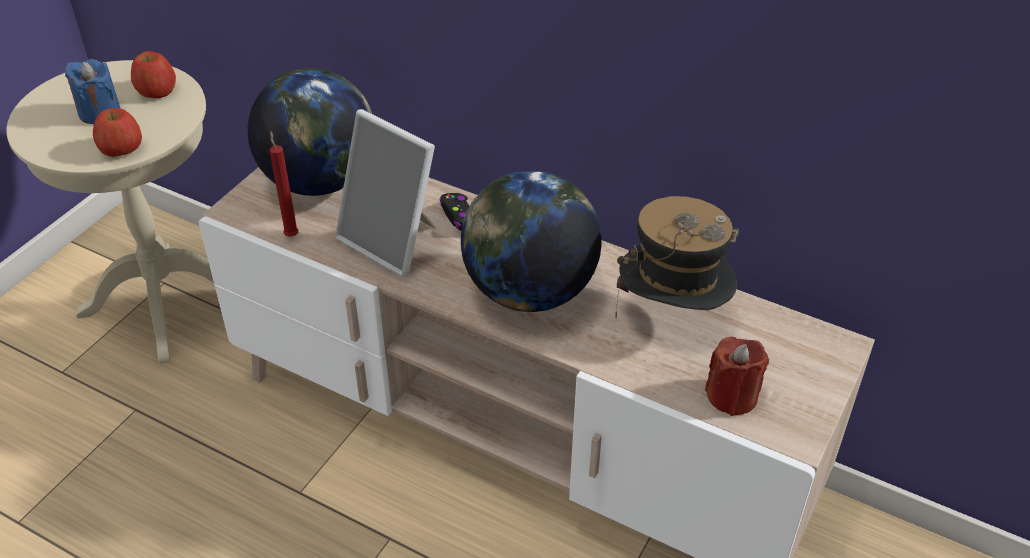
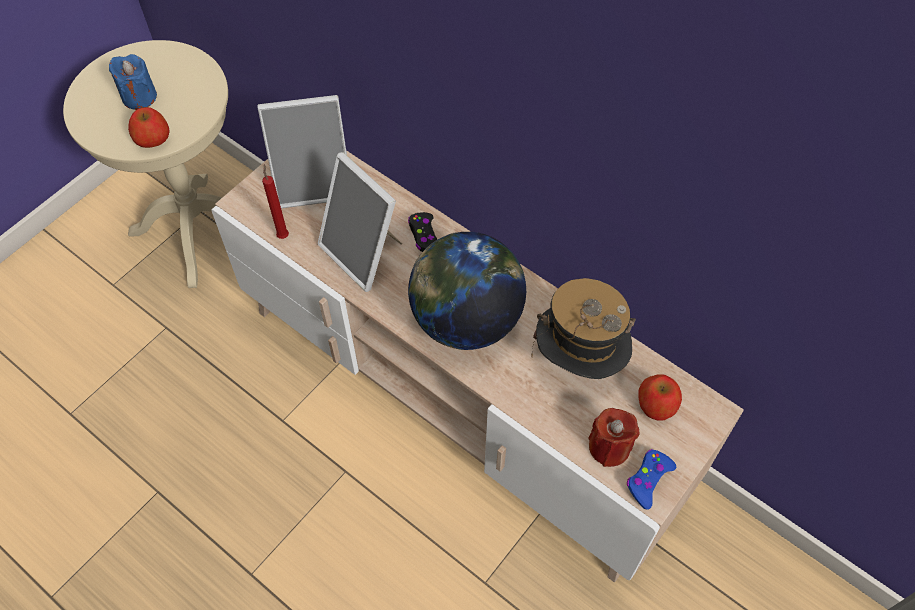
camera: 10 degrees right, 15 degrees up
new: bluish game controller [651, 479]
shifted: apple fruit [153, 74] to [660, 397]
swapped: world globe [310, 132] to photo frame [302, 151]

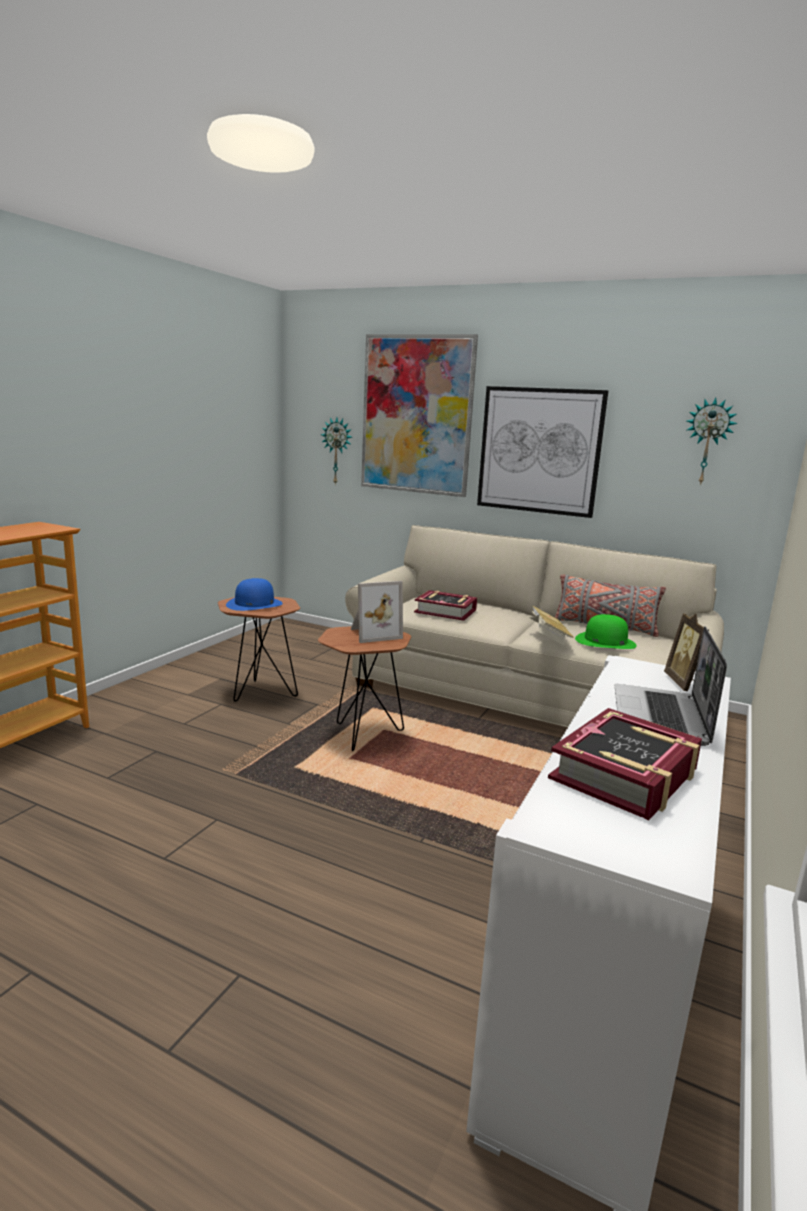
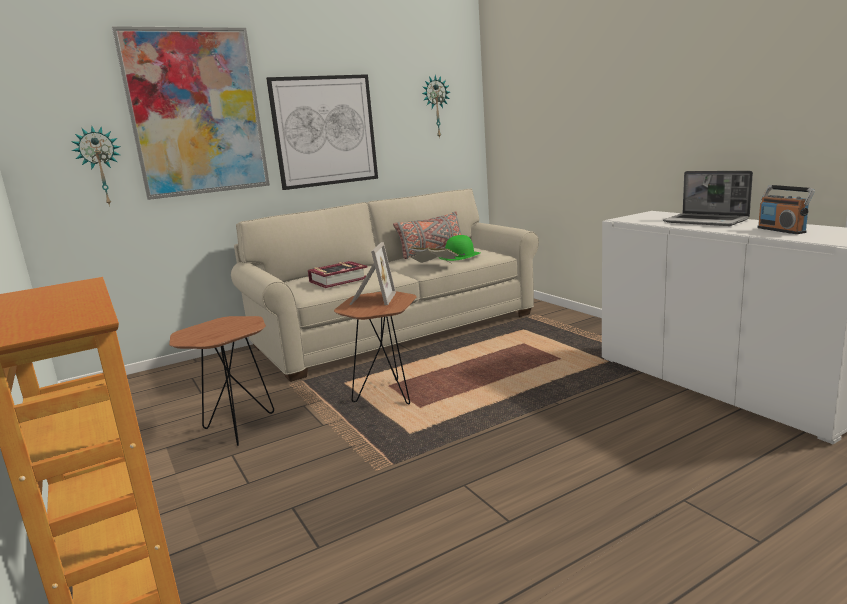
camera: 55 degrees left, 0 degrees up
gone: bluish clothing hat [254, 594]; photo frame [686, 652]
swapped: bound book [625, 764] to radio [786, 209]

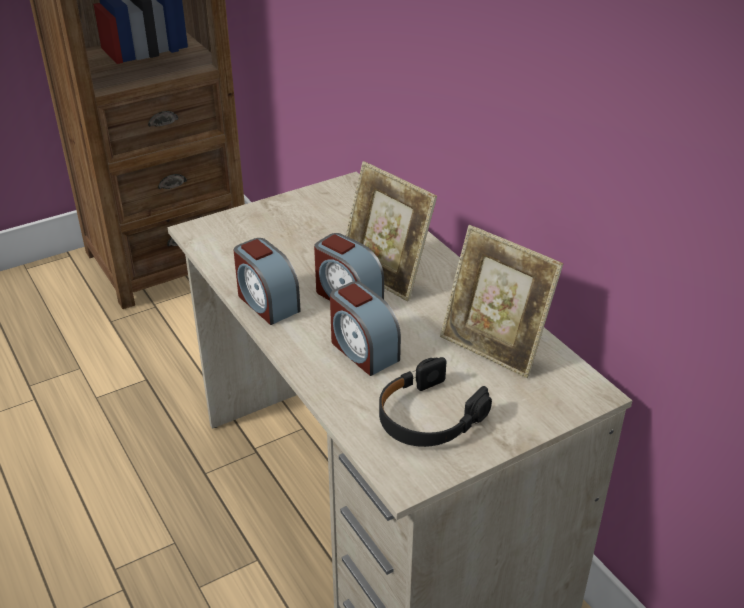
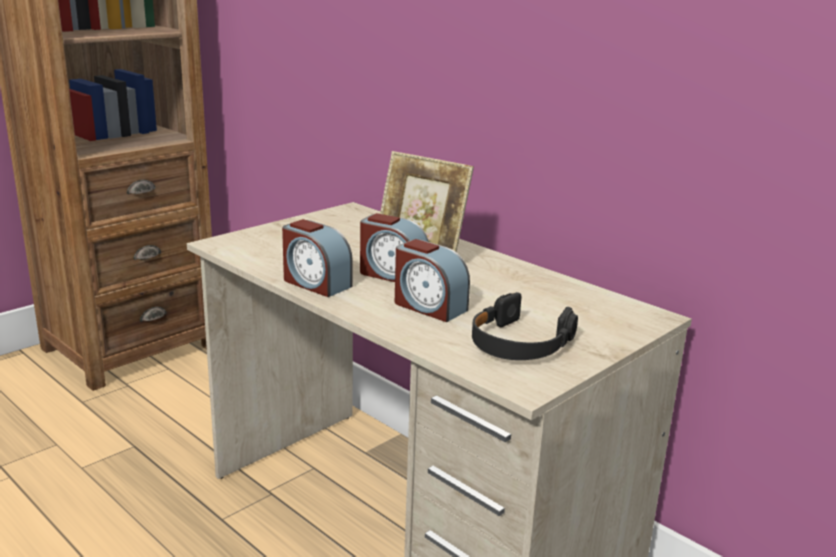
camera: 15 degrees left, 15 degrees down
gone: photo frame [501, 301]

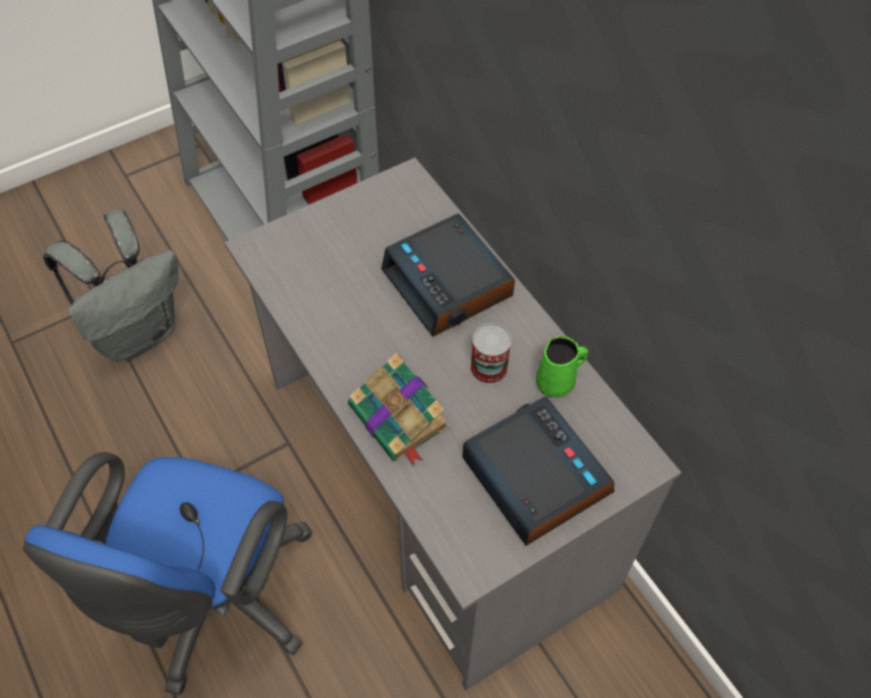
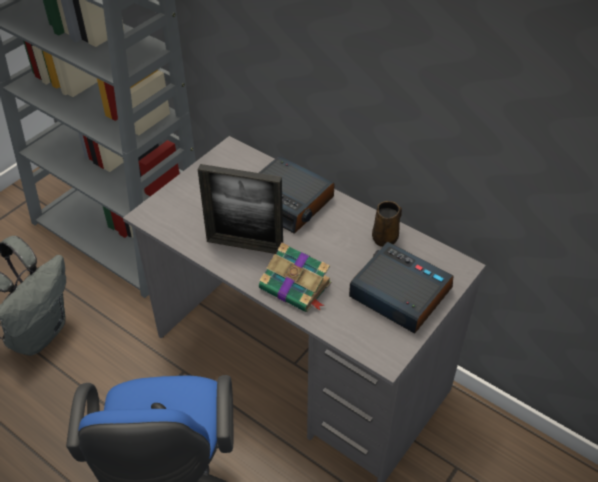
camera: 20 degrees left, 10 degrees down
gone: can [491, 353]
new: photo frame [240, 209]
repainted: green-coloured coffee mug [562, 366] to brownish coffee mug [387, 224]

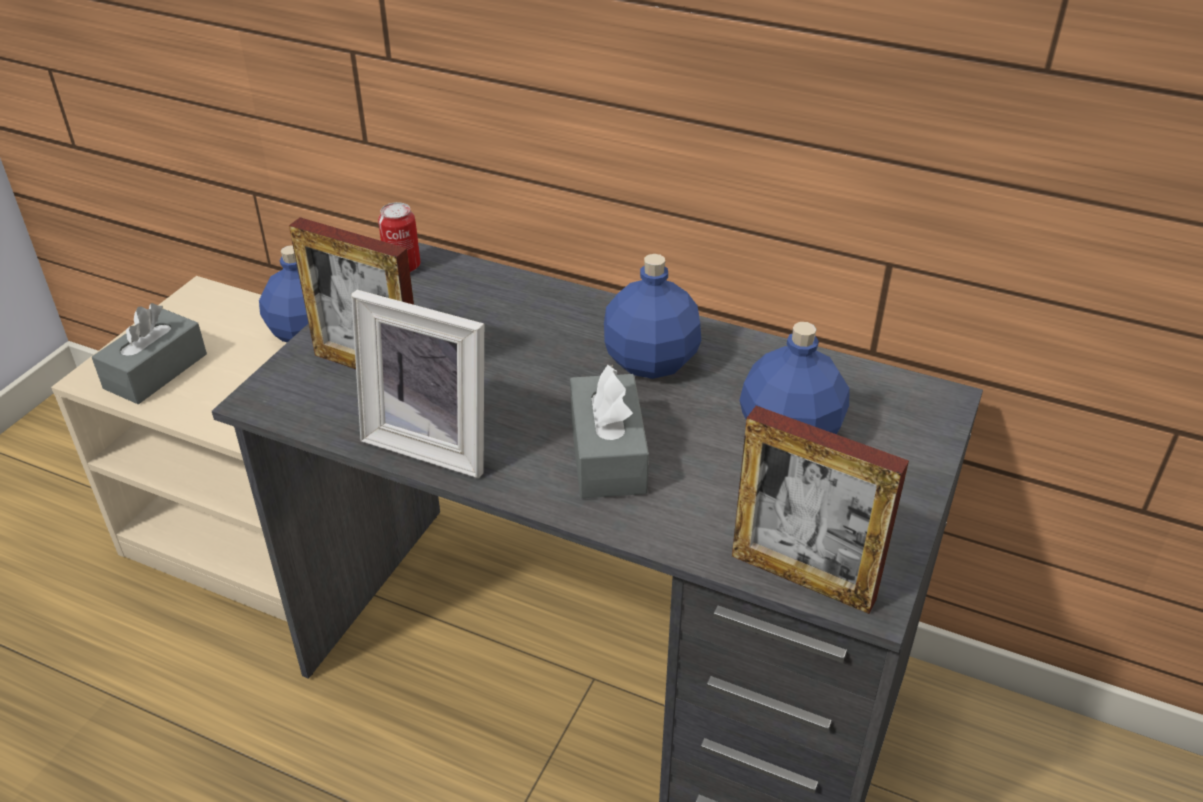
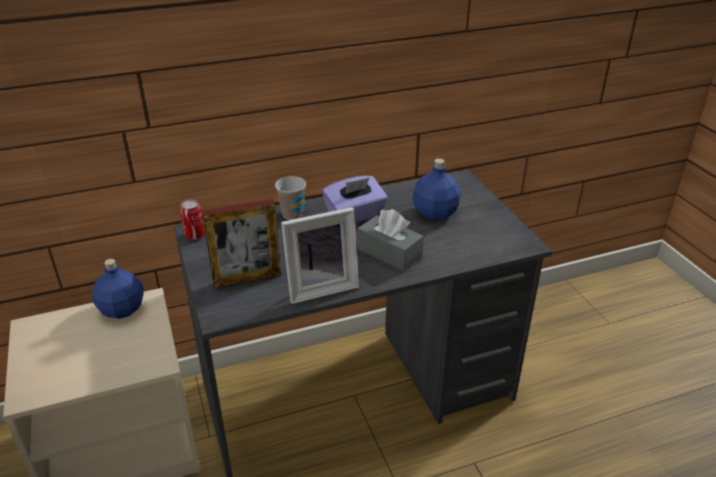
camera: 45 degrees left, 5 degrees down
gone: greyish tissue box [149, 353]; photo frame [820, 510]
new: drinking cup [290, 198]
swapped: bluish bottle [652, 316] to purple-coloured tissue box [355, 199]

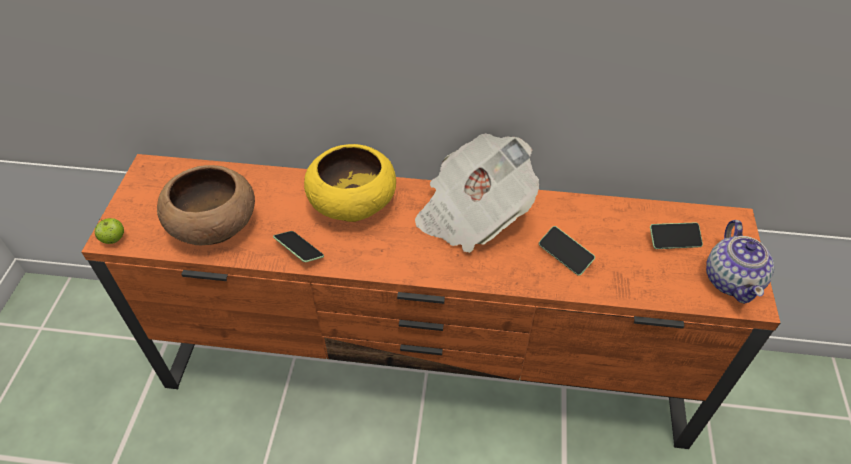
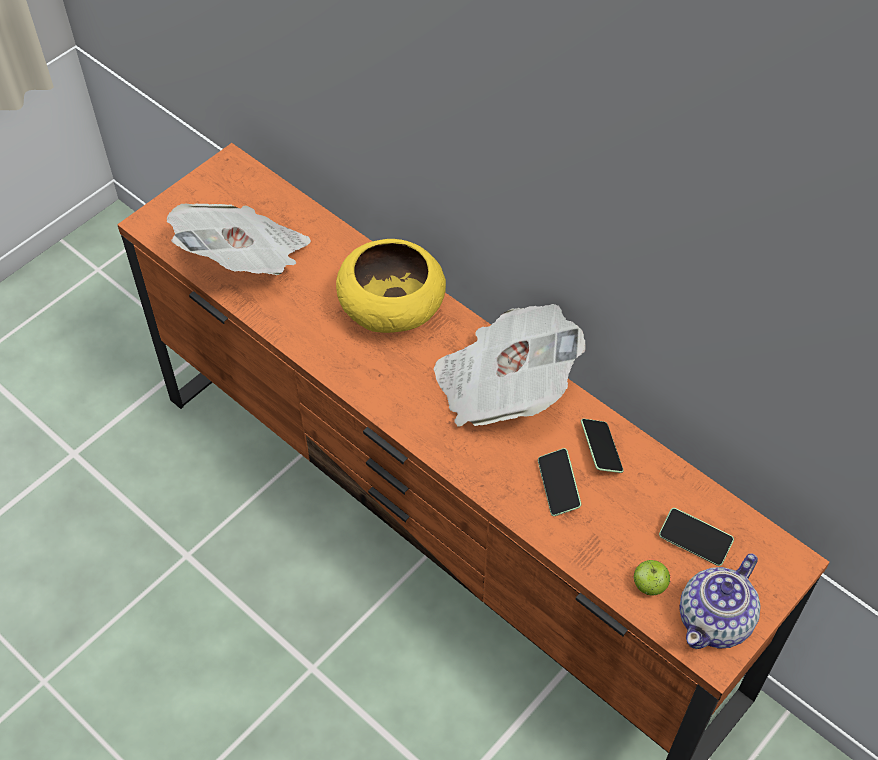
camera: 35 degrees right, 5 degrees up
shifted: apple fruit [109, 231] to [652, 577]; phone [298, 246] to [602, 446]
swapped: brownish bowl [206, 205] to printed paper [239, 239]

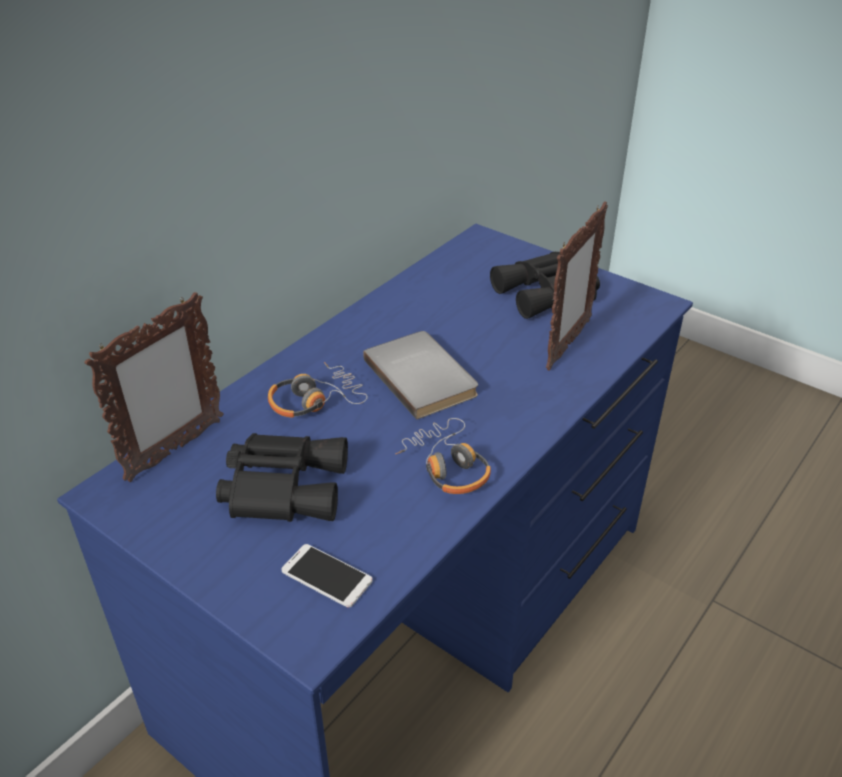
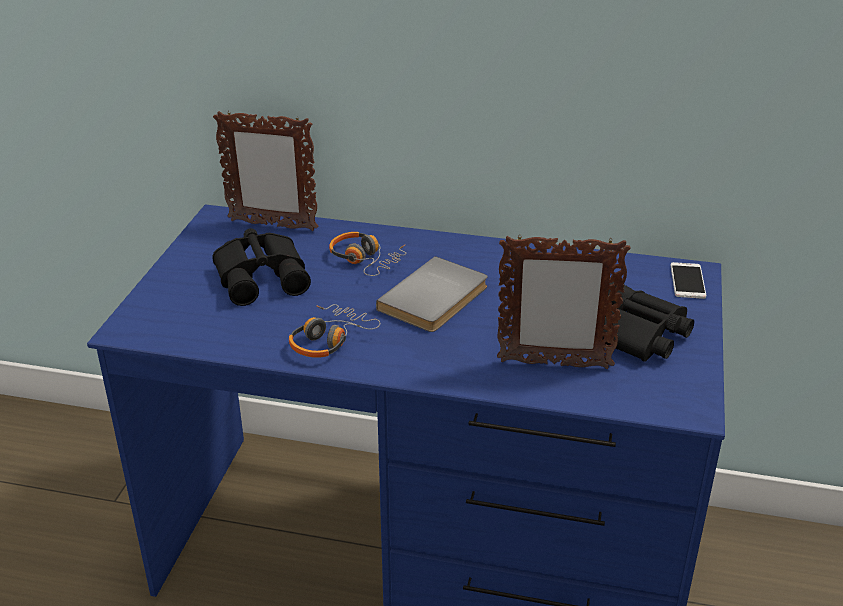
camera: 65 degrees right, 5 degrees down
shifted: phone [327, 575] to [688, 280]

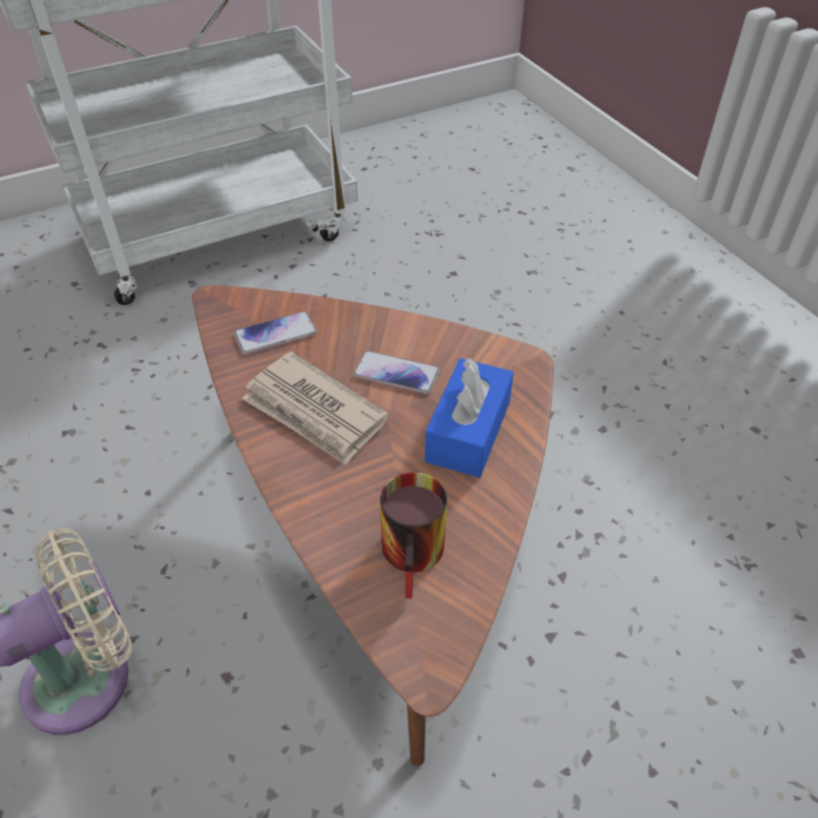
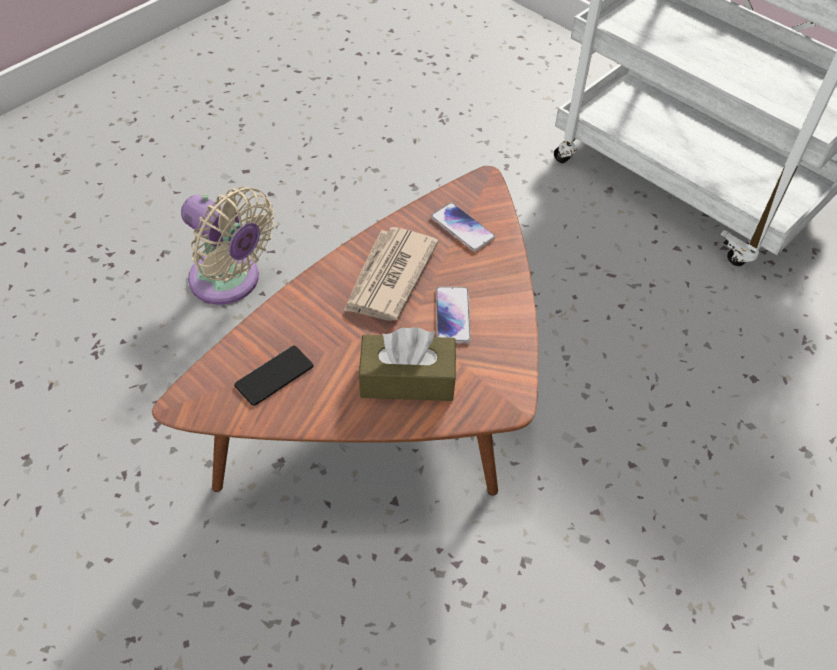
camera: 70 degrees right, 5 degrees up
swapped: coffee mug [413, 535] to phone [274, 376]
repainted: bluish tissue box [469, 418] to brownish tissue box [407, 364]

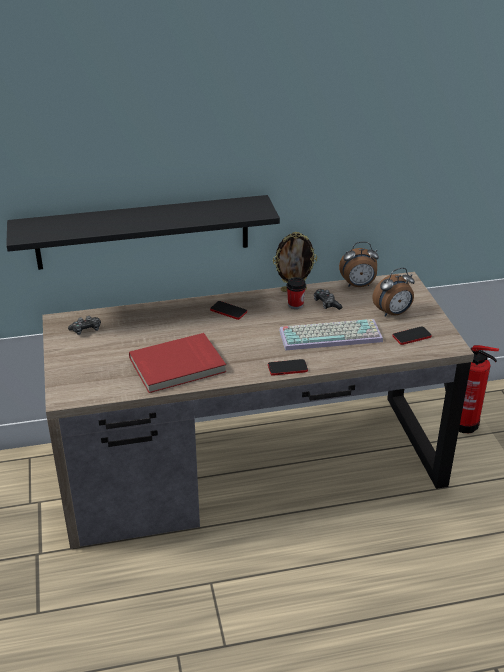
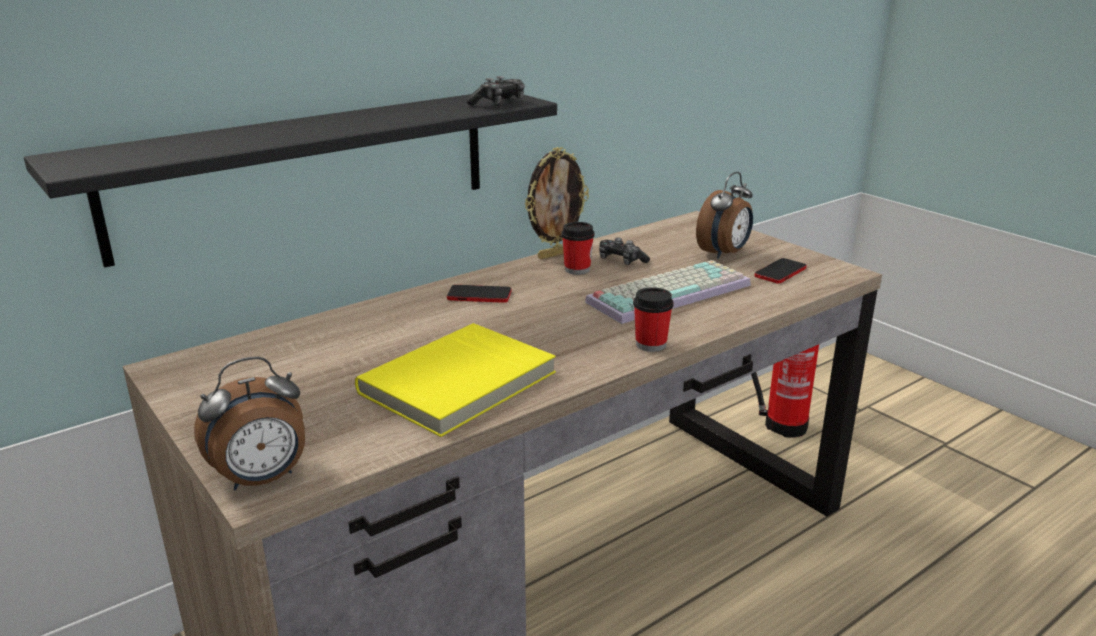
camera: 25 degrees left, 10 degrees down
shifted: game controller [84, 325] to [496, 91]; table clock [359, 264] to [249, 423]
swapped: phone [288, 367] to drinking cup [653, 319]
repainted: red-coloured bound book [177, 363] to yellow-coloured bound book [455, 380]

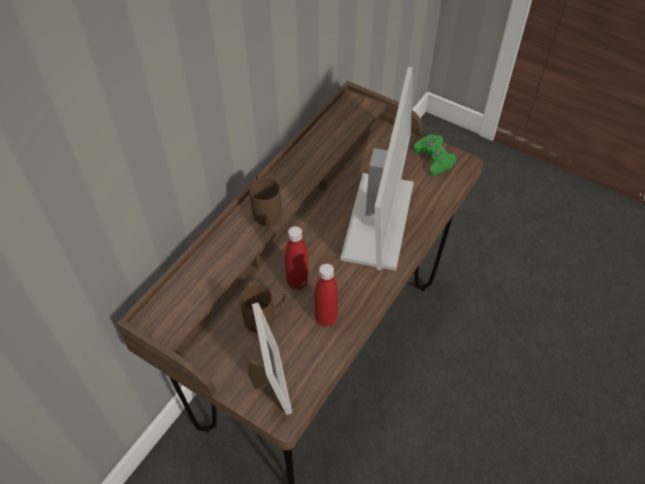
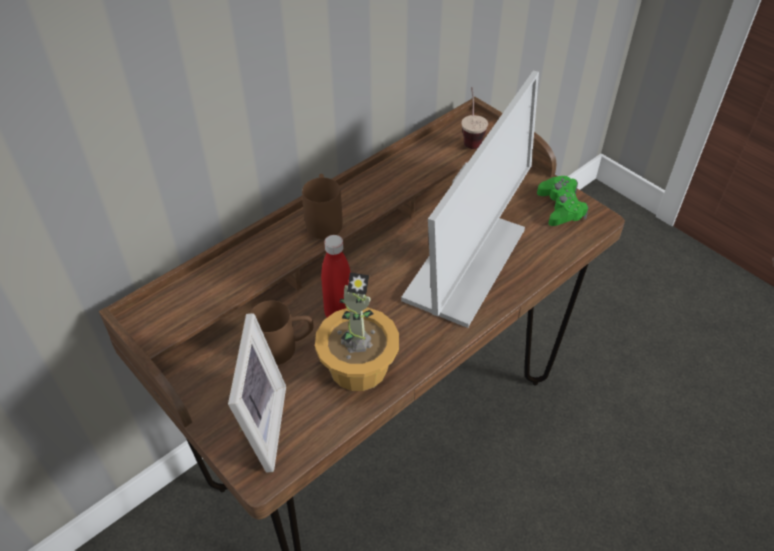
camera: 15 degrees right, 5 degrees down
new: drinking cup [474, 118]
swapped: red-coloured bottle [326, 294] to plant in a pot [357, 331]

